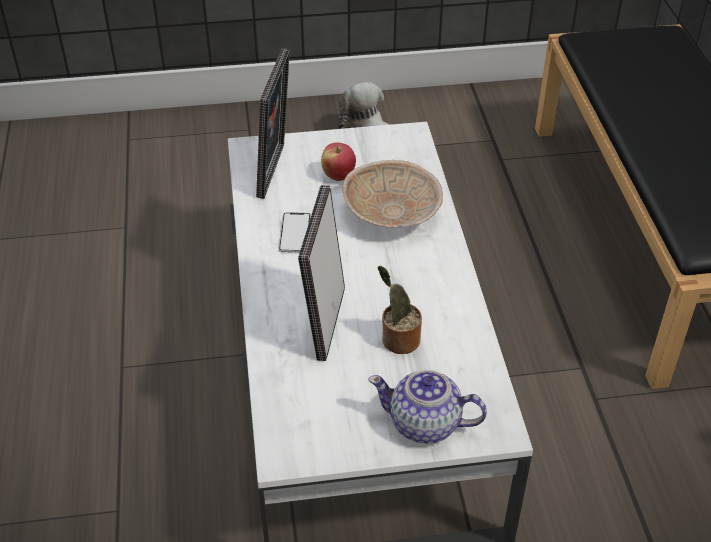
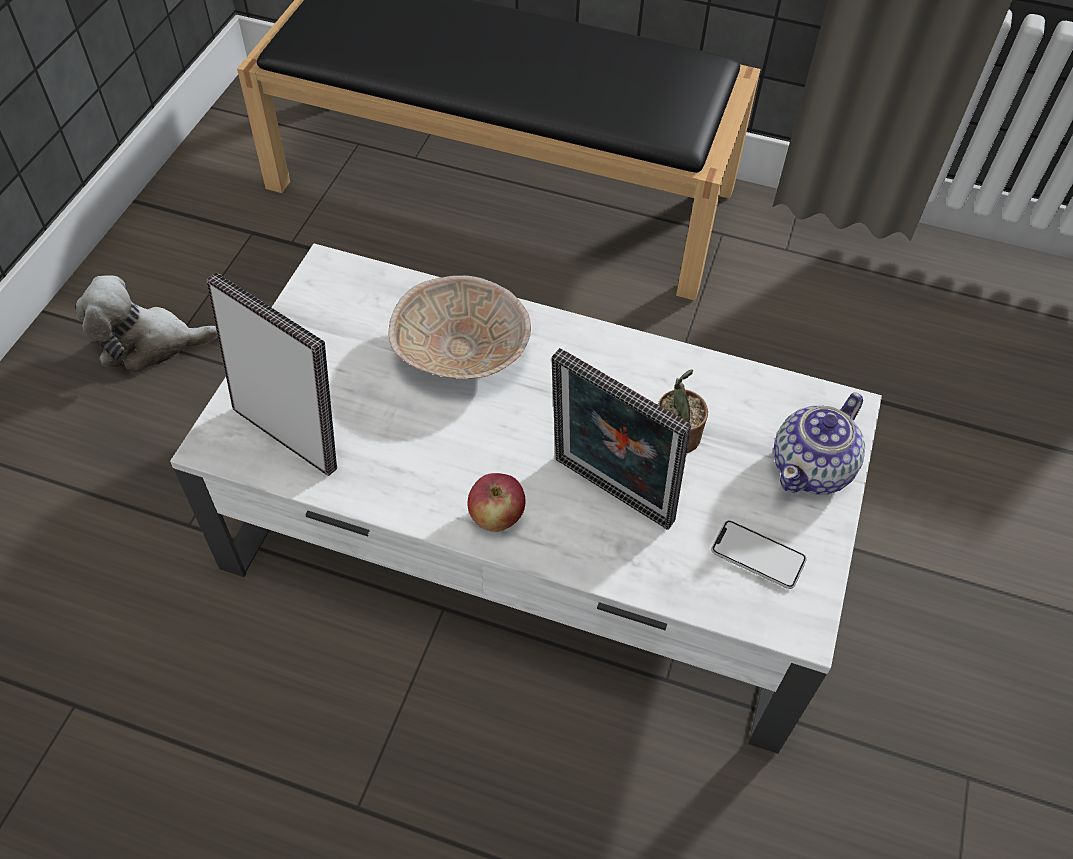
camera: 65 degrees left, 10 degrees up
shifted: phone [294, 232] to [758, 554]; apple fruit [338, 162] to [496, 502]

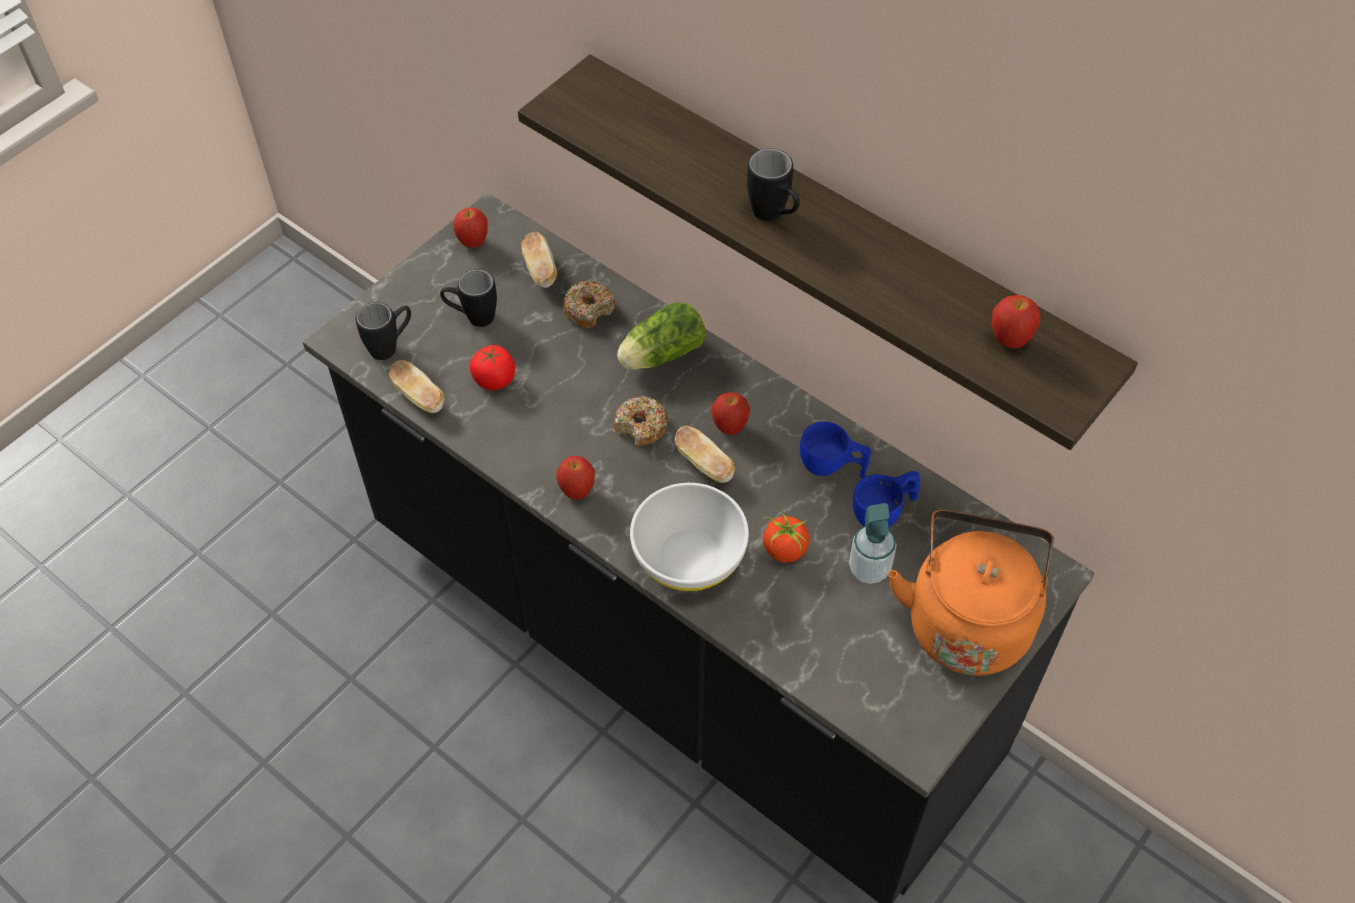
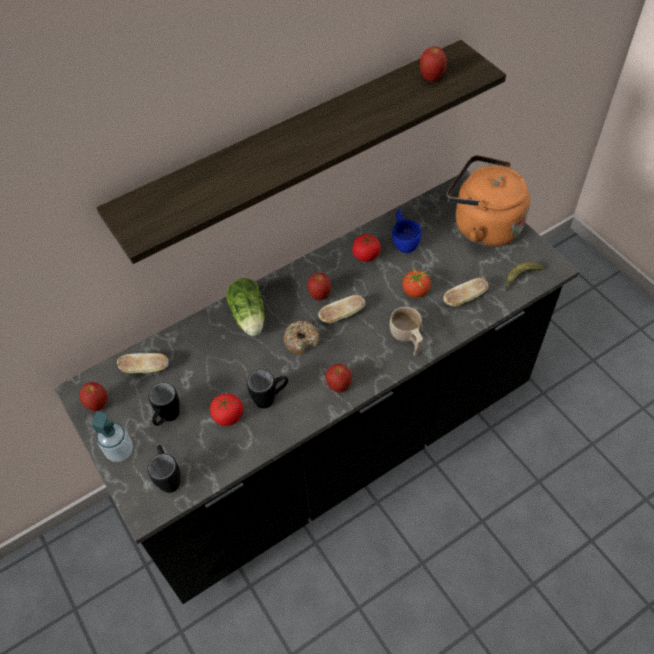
camera: 70 degrees left, 0 degrees up
gone: doughnut [589, 304]
new: whole banana [524, 276]
shifted: bakery bread [416, 386] to [465, 292]; blackish coffee mug [773, 184] to [267, 389]; liquid soap bottle [872, 543] to [112, 436]
swapped: white bowl [689, 537] to beige-coloured drinking cup [406, 331]; bluish drinking cup [835, 449] to tomato [366, 248]

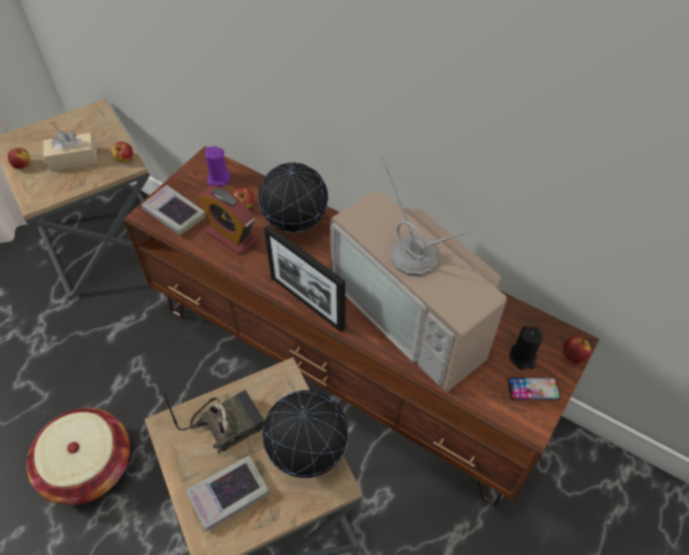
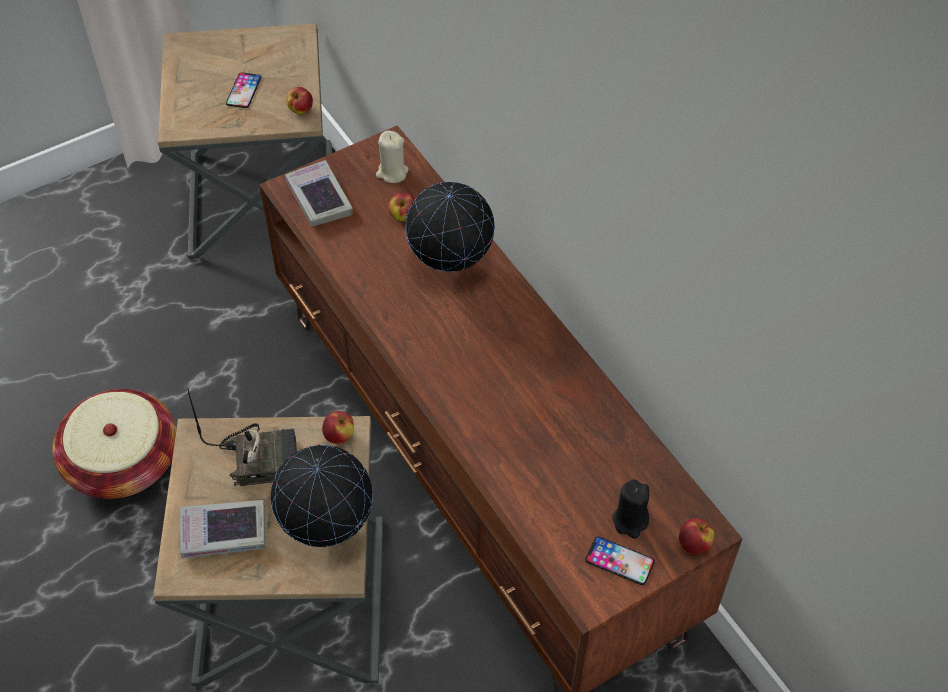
camera: 25 degrees right, 0 degrees up
gone: table clock [227, 220]; photo frame [304, 278]; TV [418, 272]
shifted: apple fruit [19, 158] to [338, 427]
swapped: beige-coloured tissue box [70, 150] to phone [243, 90]
repainted: purple-coloured wax candle [218, 166] to beige-coloured wax candle [392, 156]

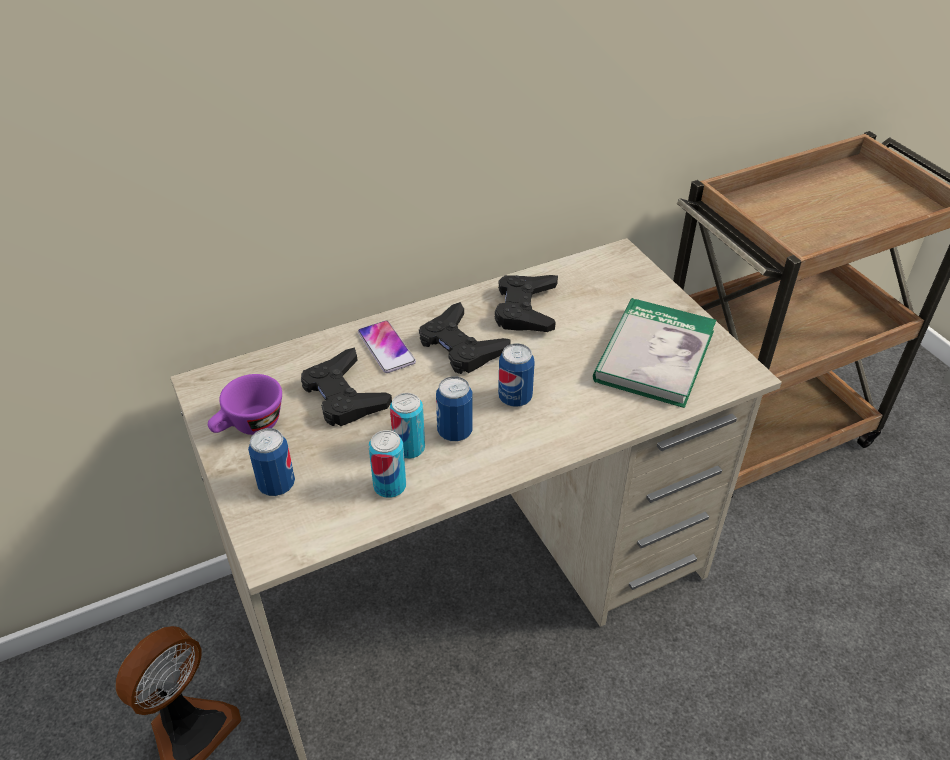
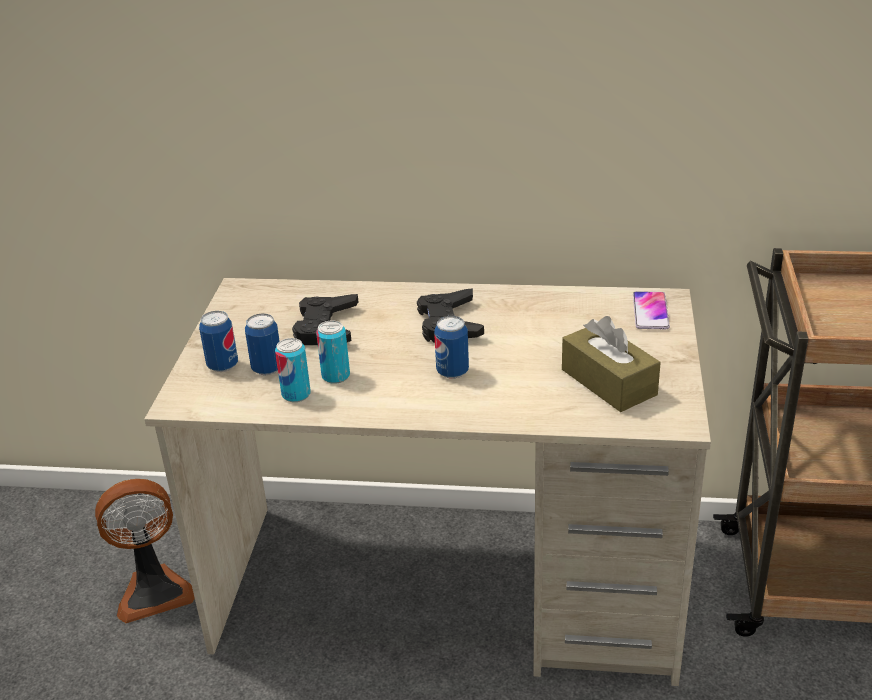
camera: 35 degrees right, 10 degrees down
gone: purple-coloured drinking cup [245, 404]; blackish game controller [526, 303]
shifted: phone [387, 346] to [651, 310]; can [454, 409] to [262, 344]
swapped: bound book [654, 353] to brownish tissue box [611, 364]

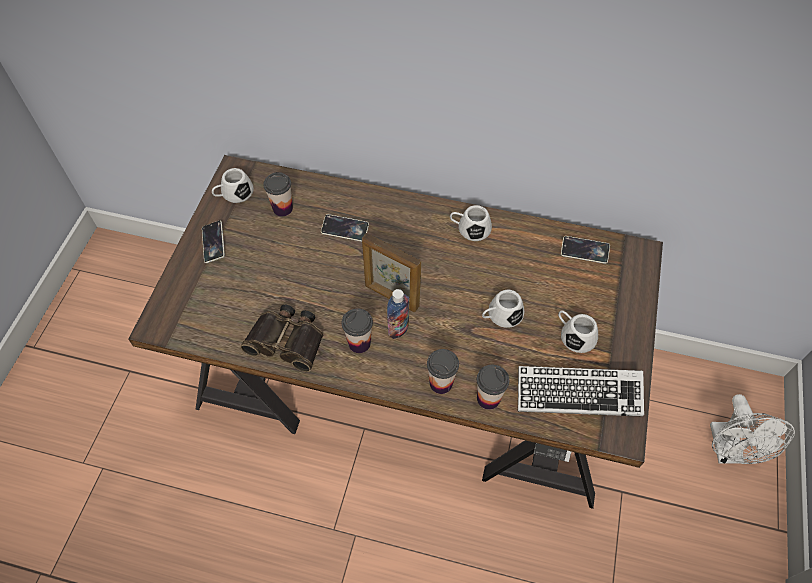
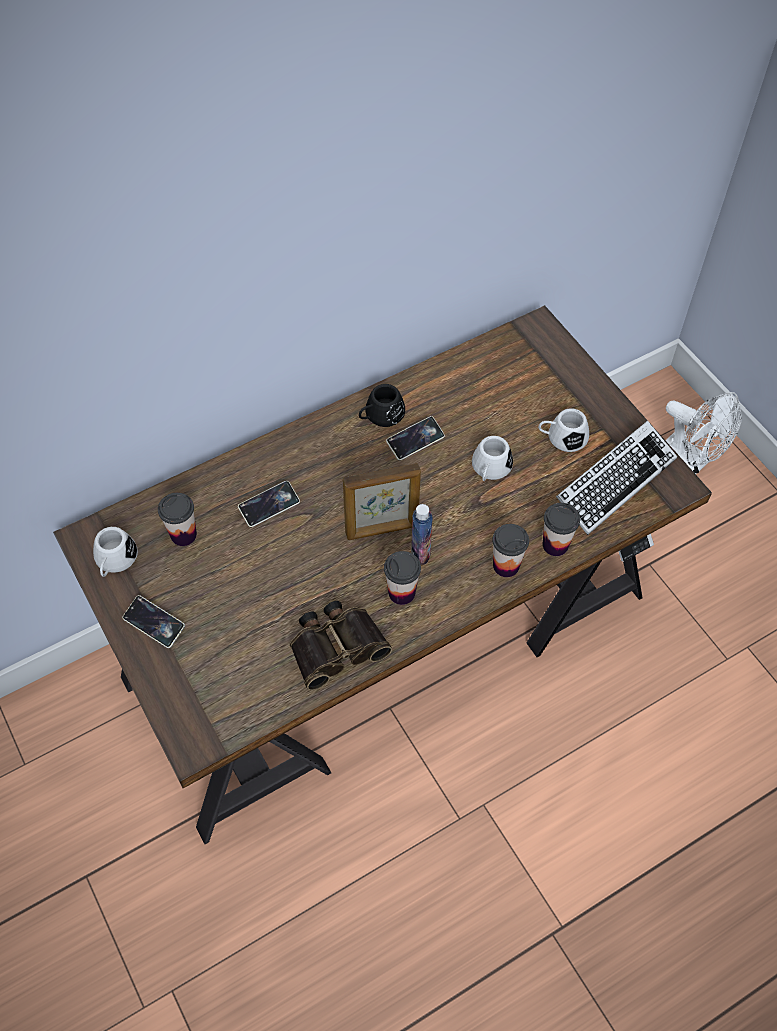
camera: 45 degrees left, 0 degrees up
shifted: phone [585, 250] to [415, 438]
repainted: white coffee mug [471, 223] to blackish coffee mug [382, 405]

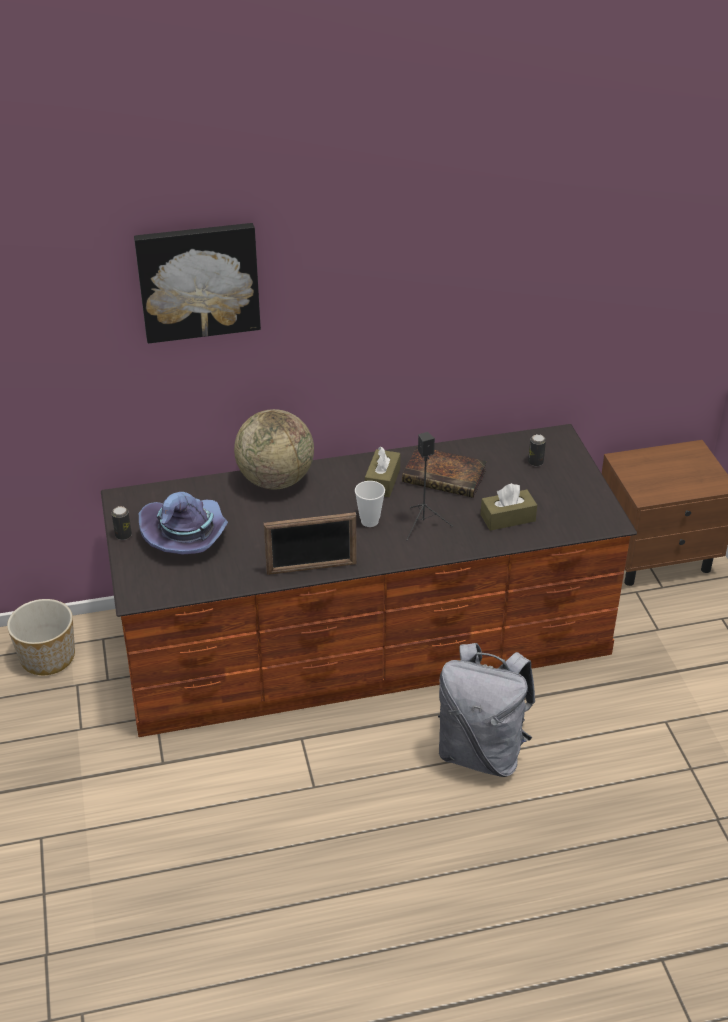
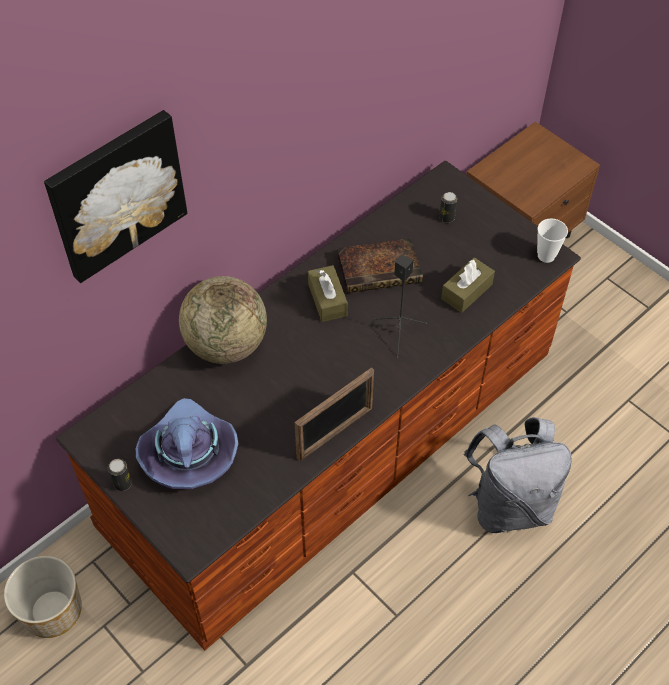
camera: 30 degrees left, 15 degrees up
shifted: drinking cup [370, 504] to [552, 241]

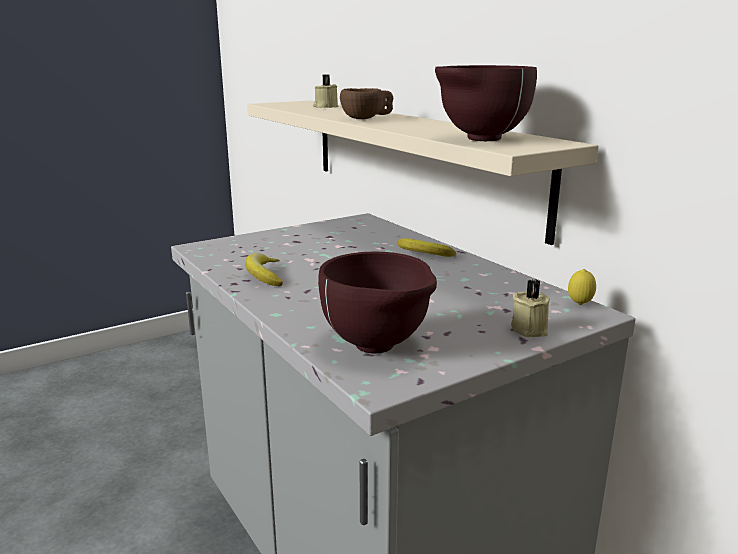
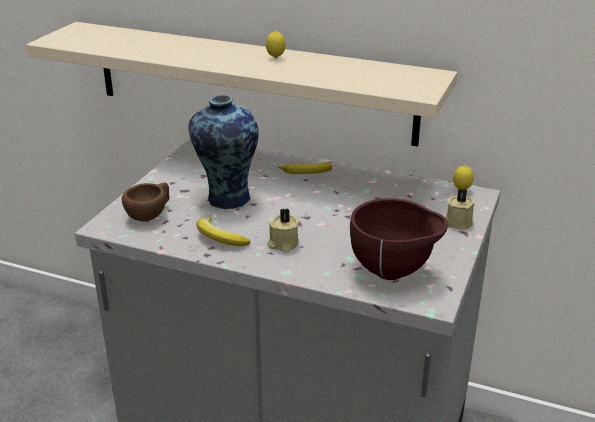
camera: 35 degrees left, 10 degrees up
gone: brownish bowl [486, 103]
new: decorative vase [223, 152]; whole lemon [276, 44]
shifted: beige-coloured wax candle [326, 91] to [283, 230]; brownish drinking cup [366, 103] to [145, 201]

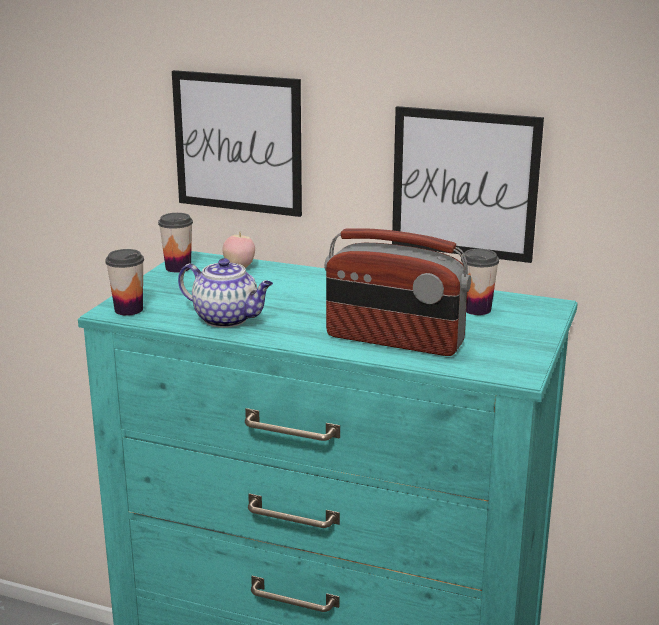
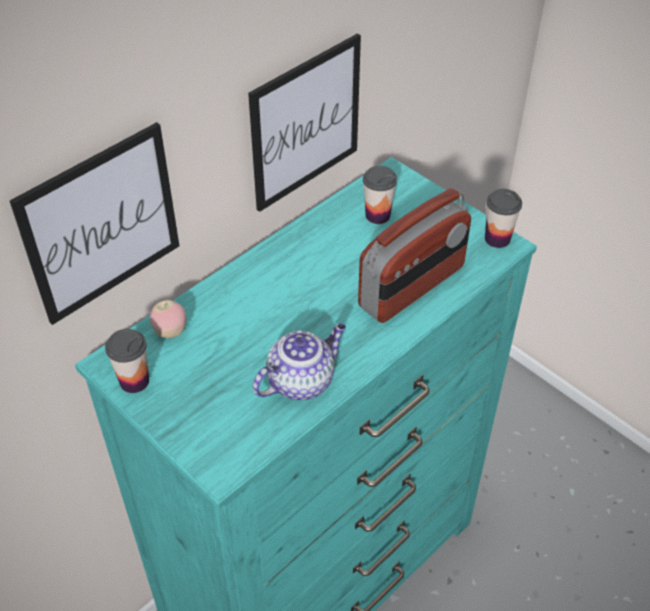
camera: 65 degrees left, 25 degrees up
shifted: drinking cup [124, 282] to [503, 218]

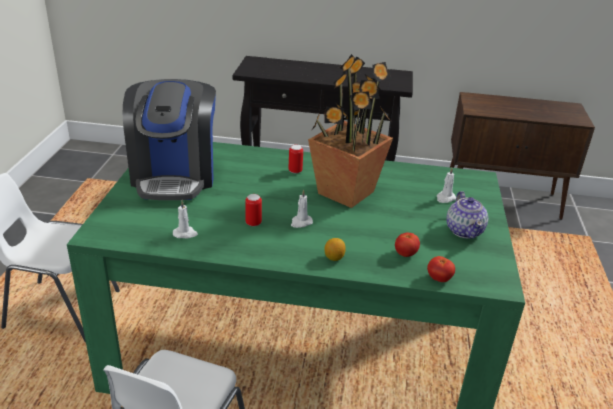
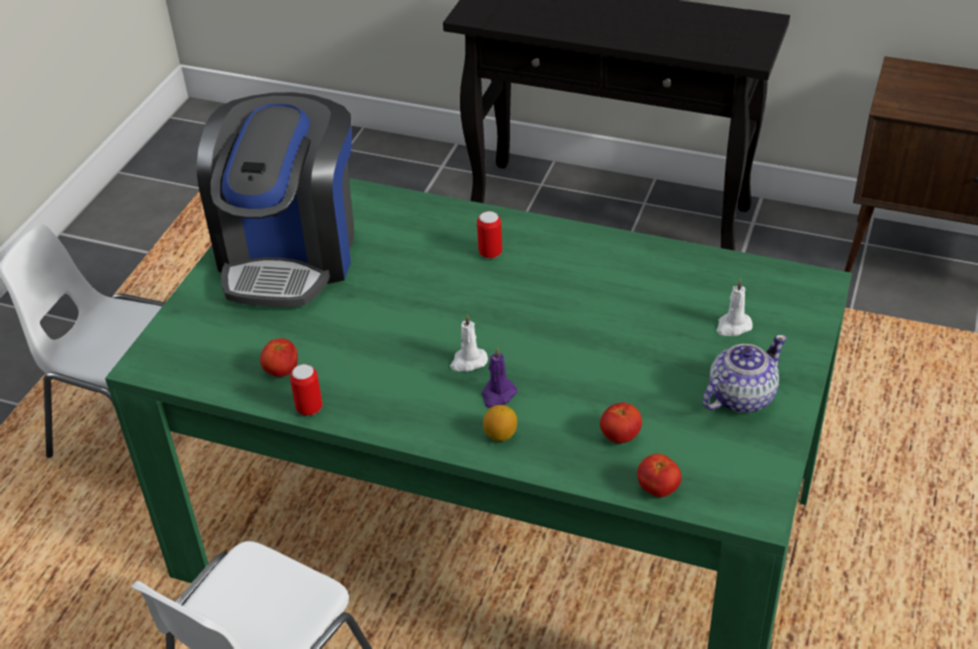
camera: 15 degrees right, 10 degrees up
gone: plant in a pot [350, 131]
new: purple-coloured wax candle [499, 377]
shifted: can [253, 210] to [306, 390]
swapped: white wax candle [185, 219] to tomato [279, 357]
rotated: tea pot [467, 215] = [744, 374] 135 degrees counterclockwise

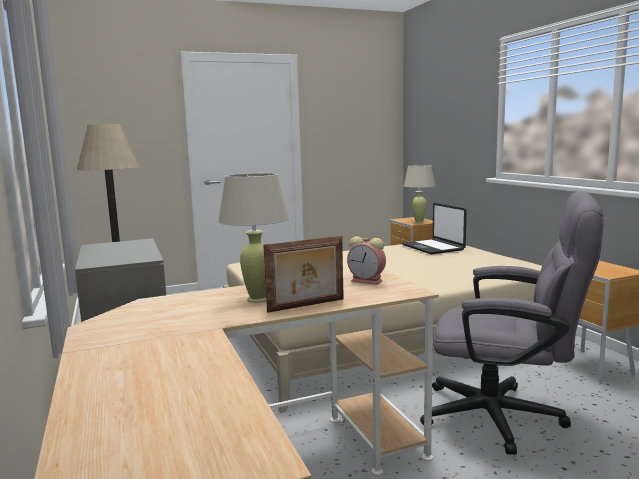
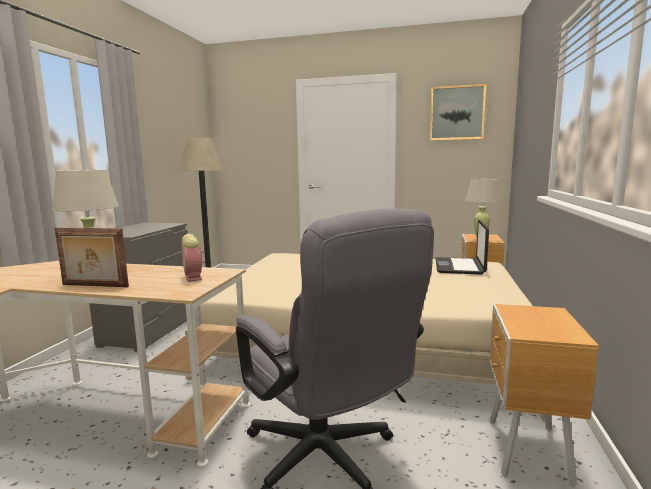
camera: 35 degrees right, 0 degrees up
new: picture [458, 112]

